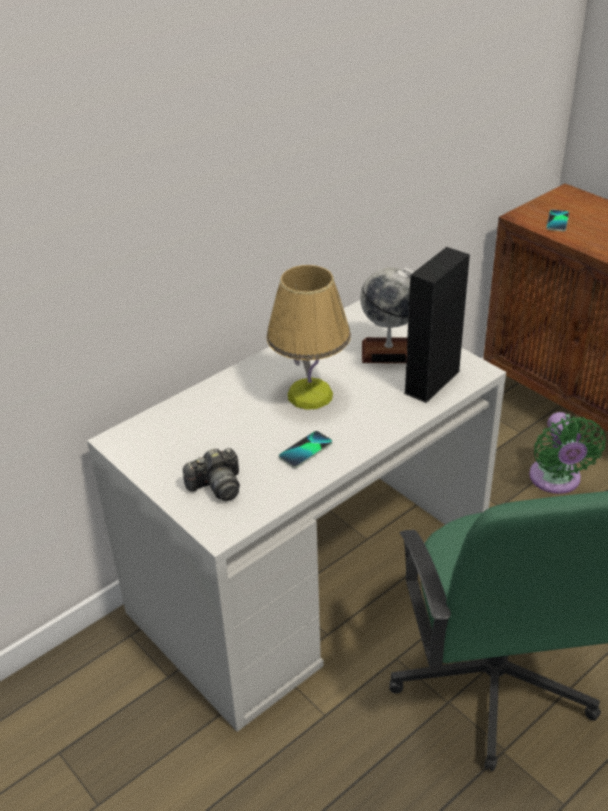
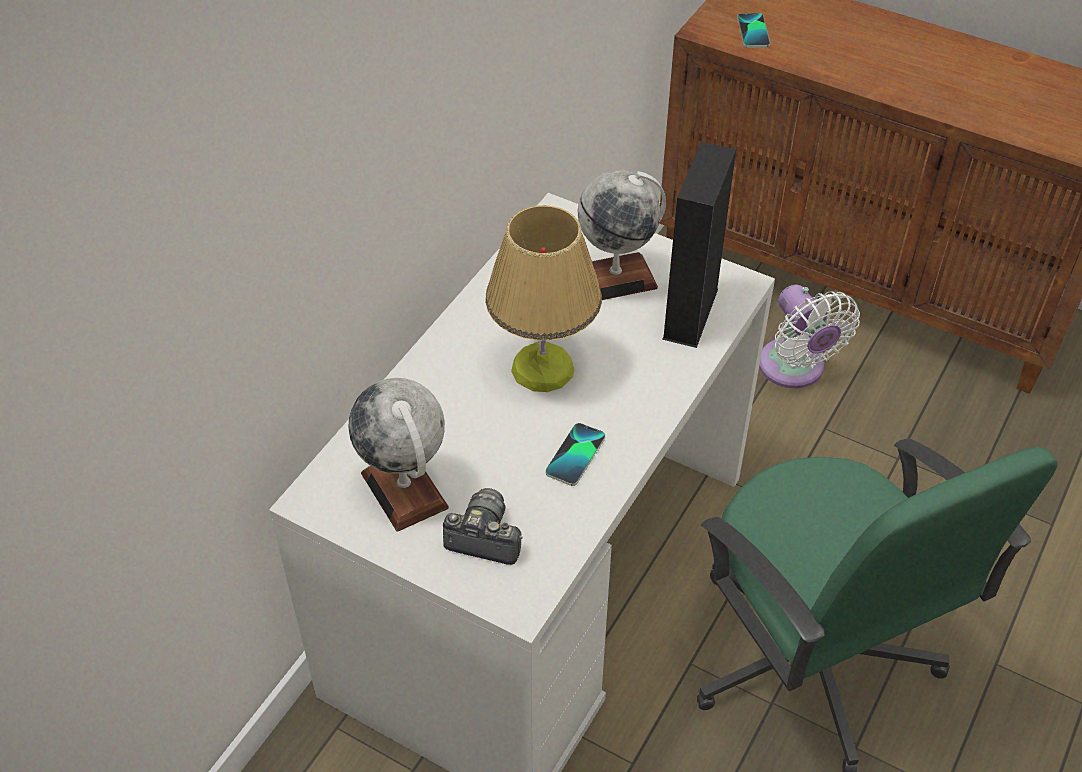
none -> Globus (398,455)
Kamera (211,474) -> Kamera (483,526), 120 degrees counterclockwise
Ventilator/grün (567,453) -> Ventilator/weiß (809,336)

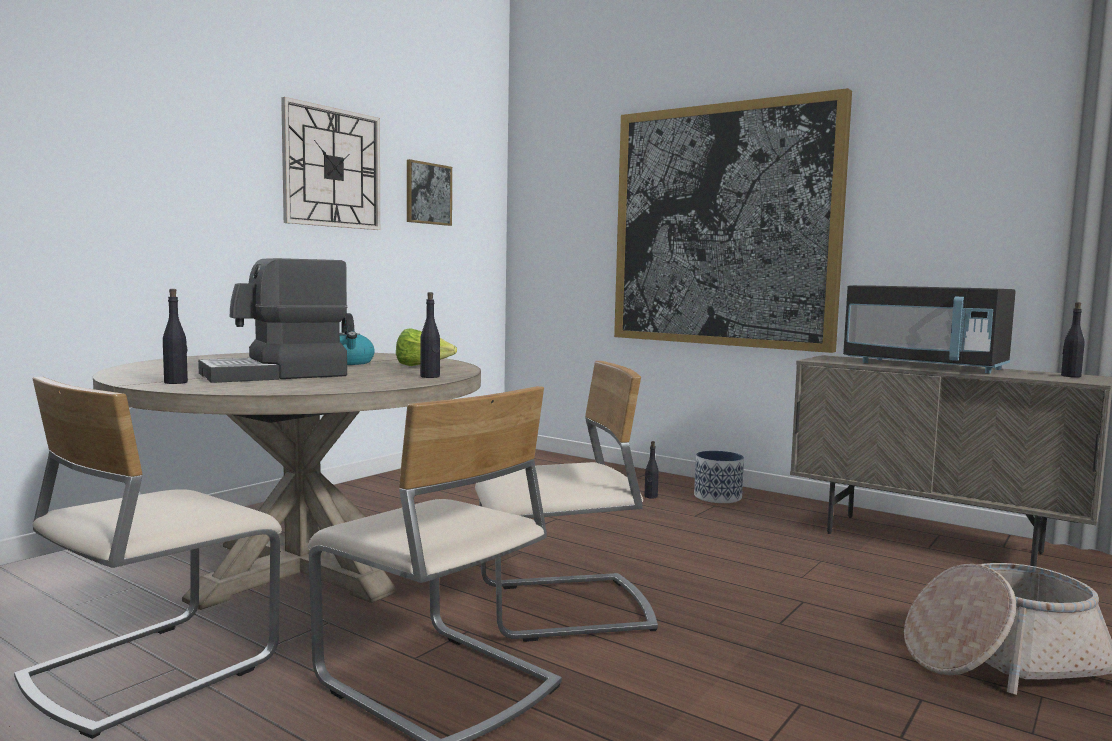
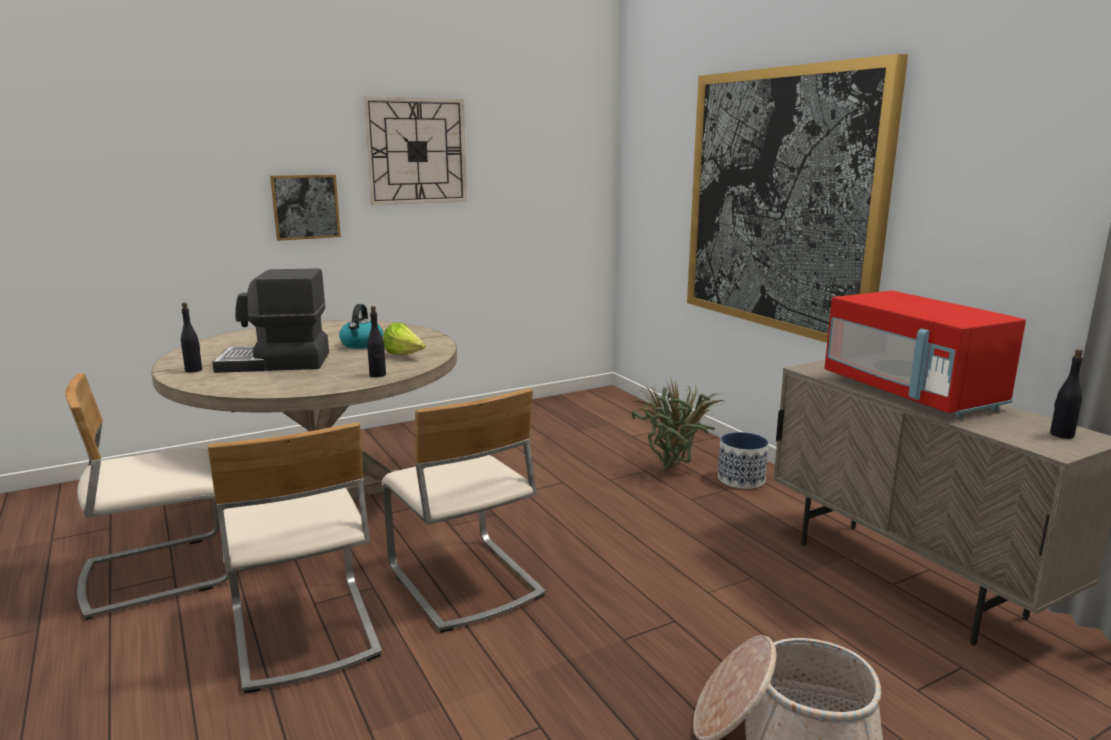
Bild (429,192) -> Bild (305,207), moved
Stuhl/beige (566,501) -> Stuhl/beige (464,510), 45 degrees clockwise
Flasche/schwarz (651,470) -> Topfpflanze (678,423)
Mikrowelle/schwarz (929,329) -> Mikrowelle/rot (925,354)

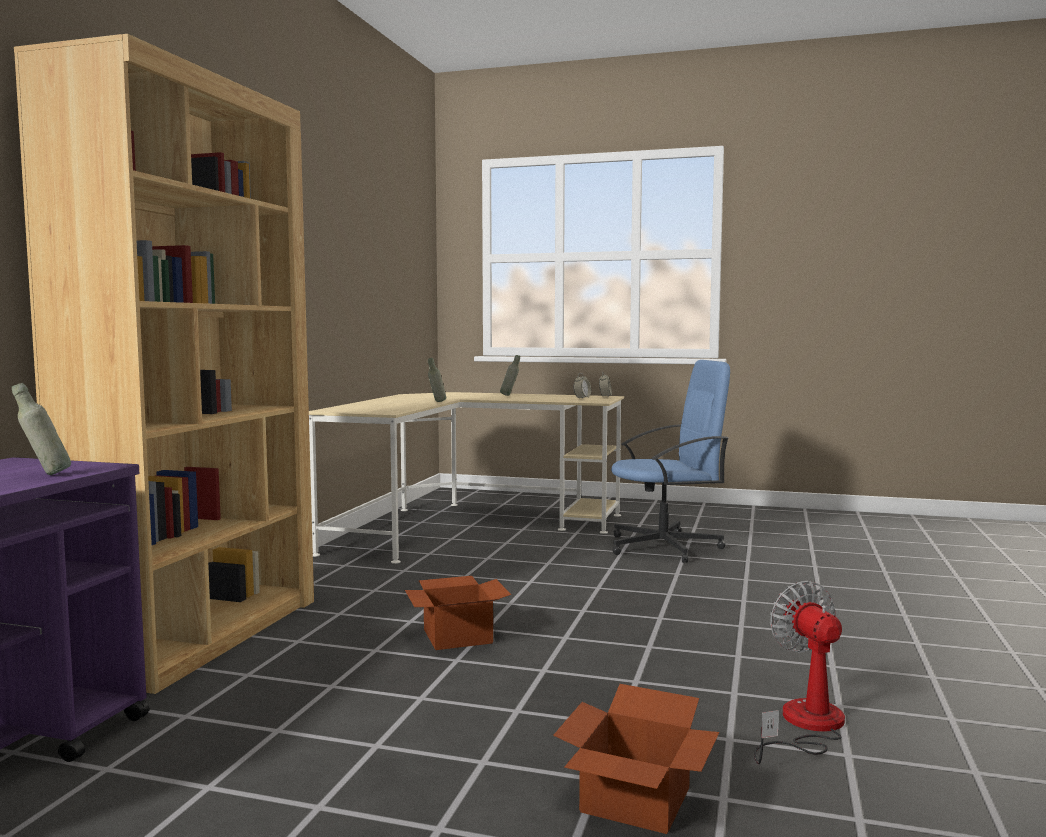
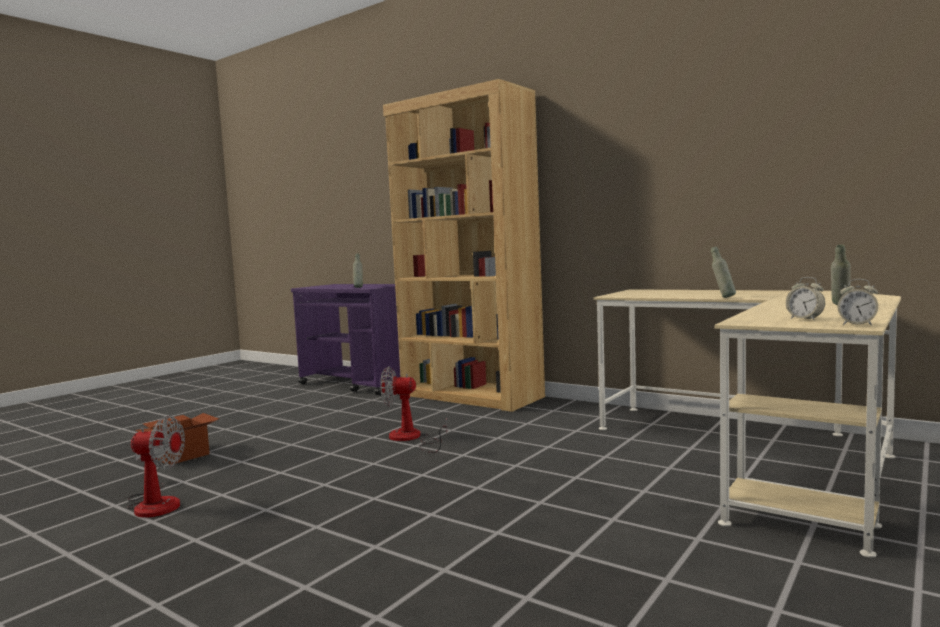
Karton (458,613) -> Ventilator (413,409)
Bürostuhl/blau (670,461) -> none

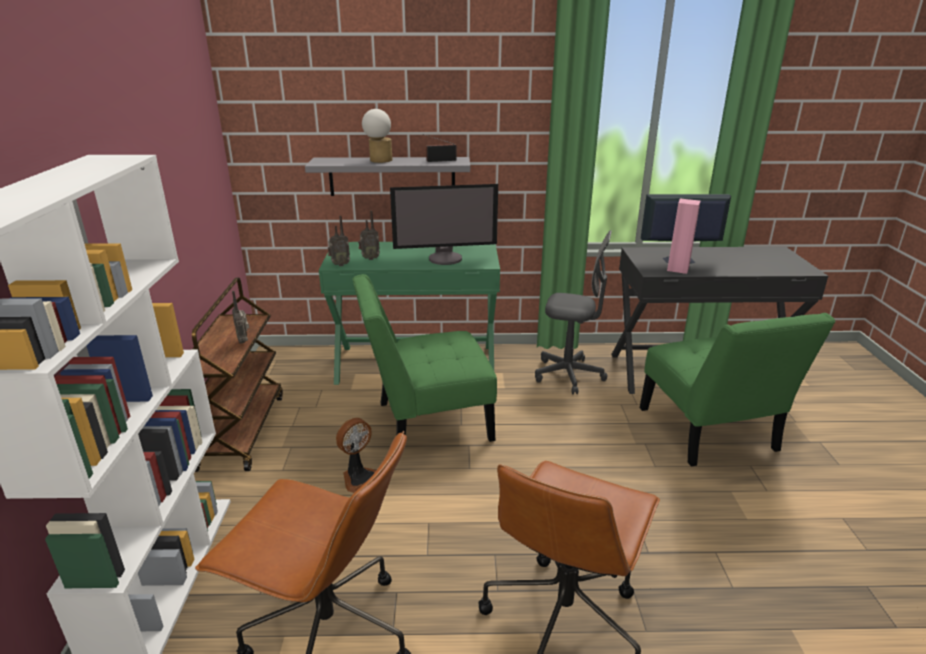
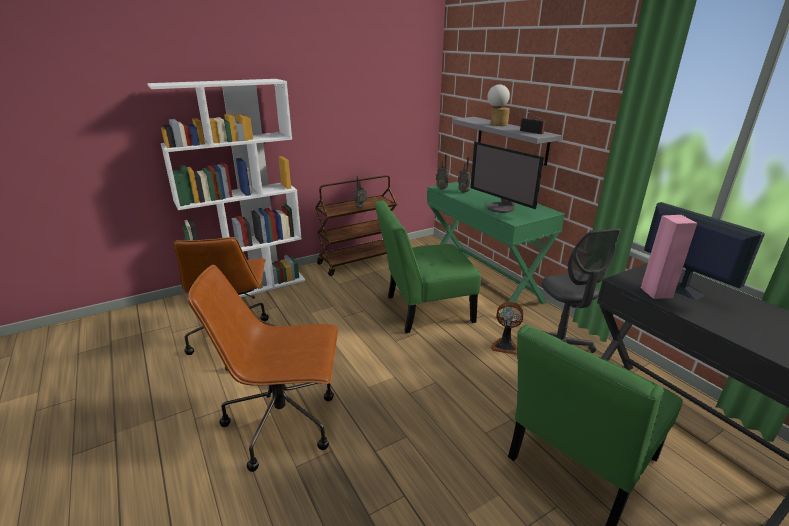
Stuhl/grün (425,358) -> Stuhl/grün (427,266), 60 degrees counterclockwise
Ventilator (356,455) -> Ventilator (507,328), moved

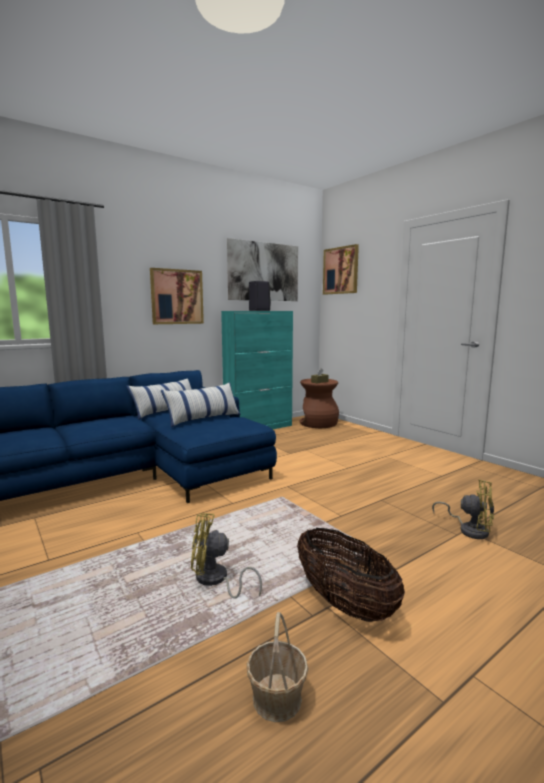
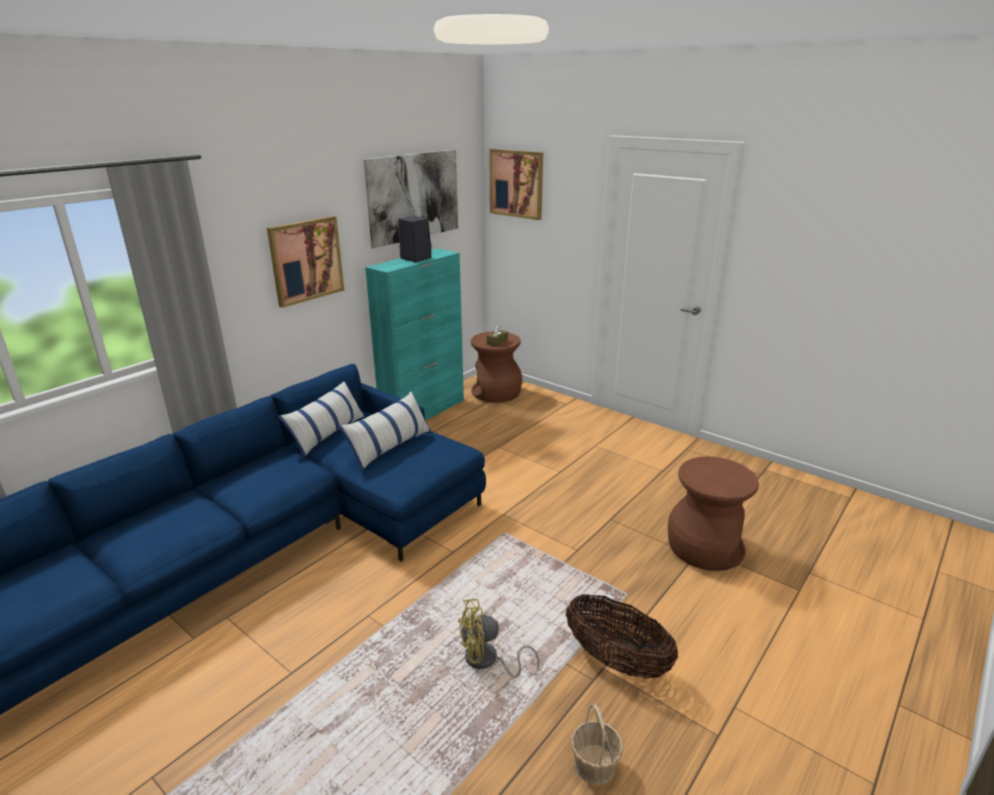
Ventilator/gelb (463,509) -> Hocker/braun (713,514)

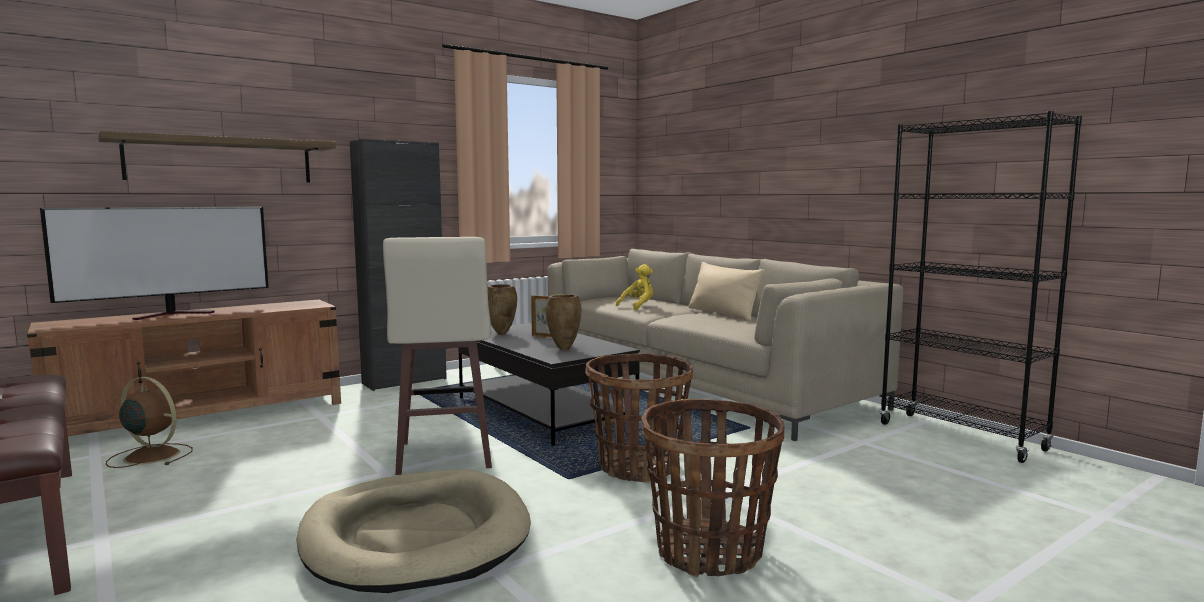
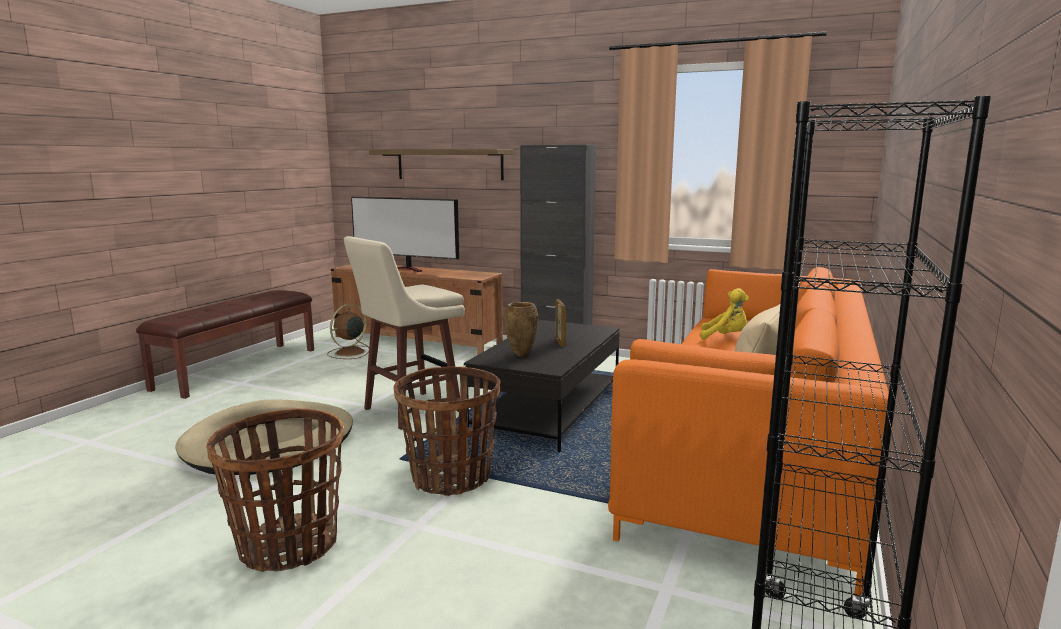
Ventilator/braun (149,422) -> Ventilator/braun (348,331), 135 degrees counterclockwise
Sofa/beige (725,345) -> Sofa/orange (748,432)
Vase/braun (502,309) -> none

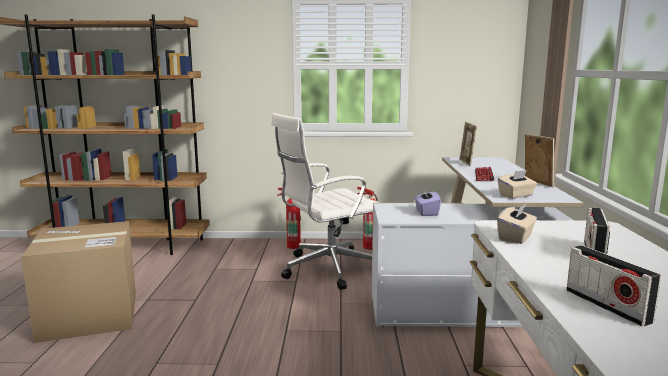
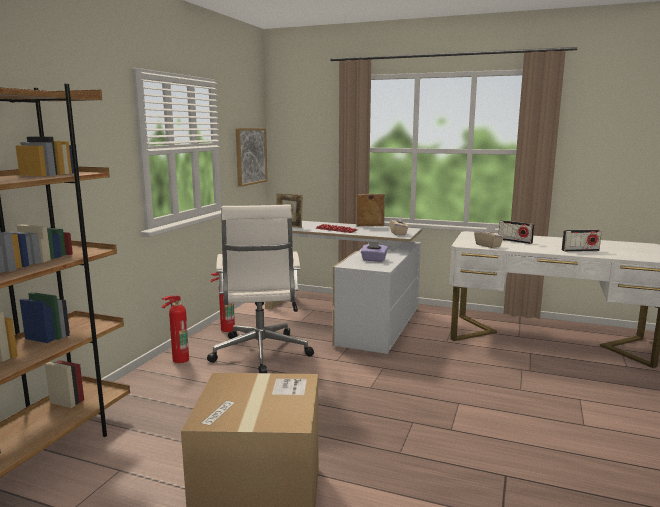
none -> Bild (251,157)

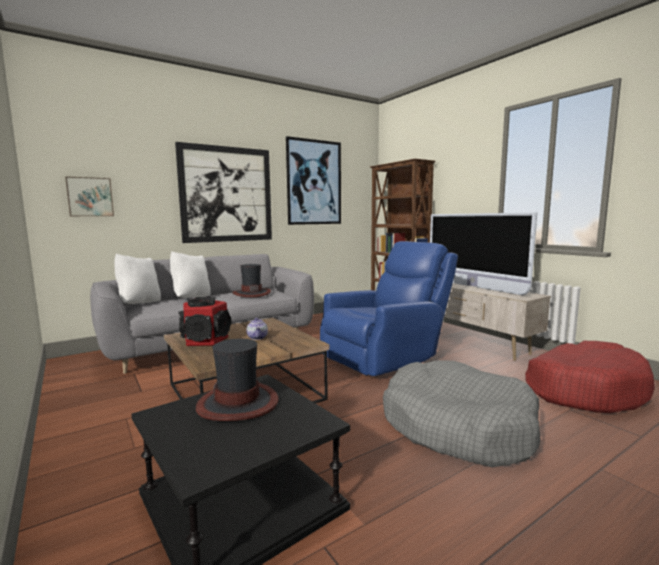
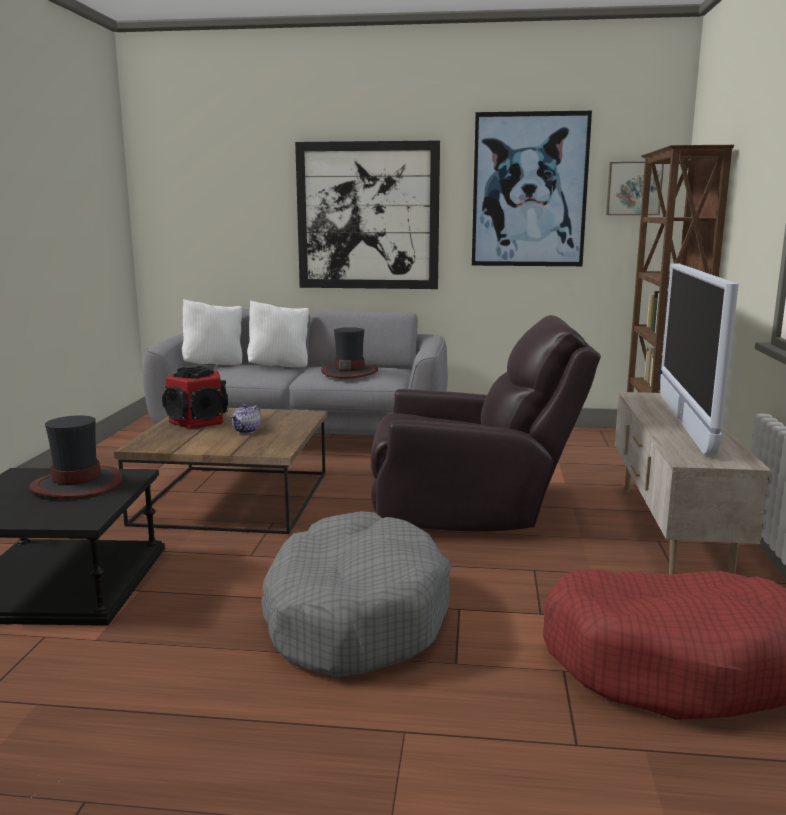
Sessel/blau (389,308) -> Sessel/braun (486,423)
Bild (89,196) -> Bild (635,188), moved

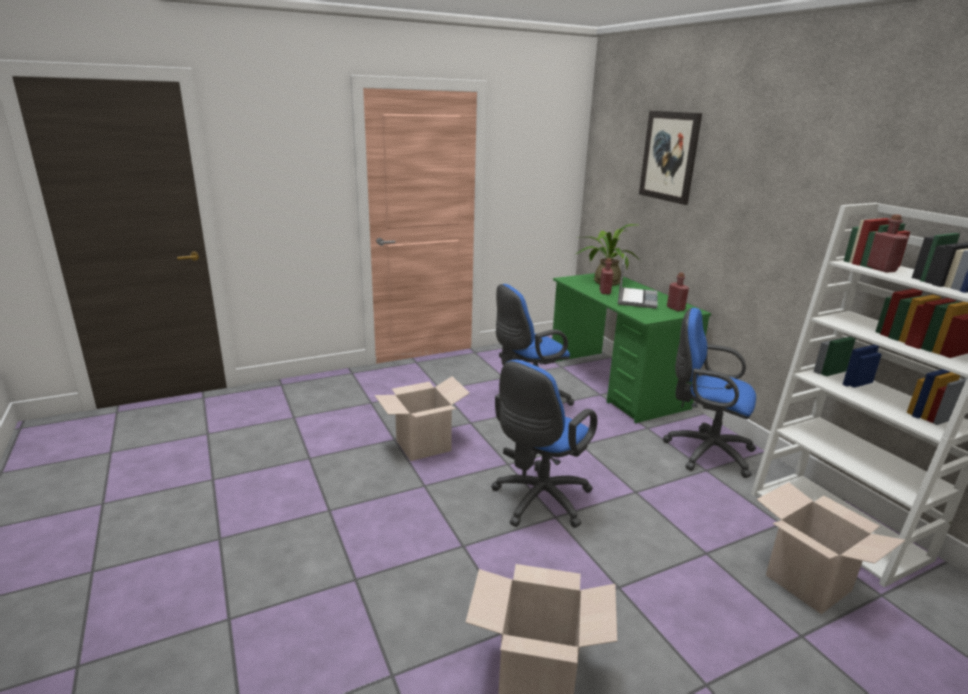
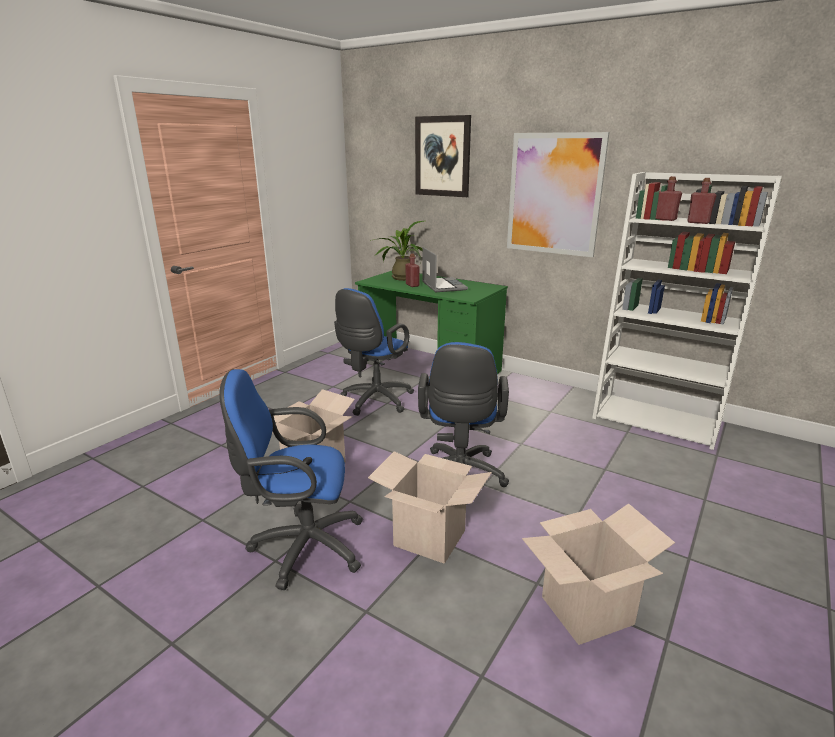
Bürostuhl/blau (709,392) -> Bürostuhl/blau (291,479), moved
Karton (831,548) -> Karton (430,507), moved
none -> Bild (558,194)
Flasche/rot (678,291) -> Flasche/rot (702,201), moved

